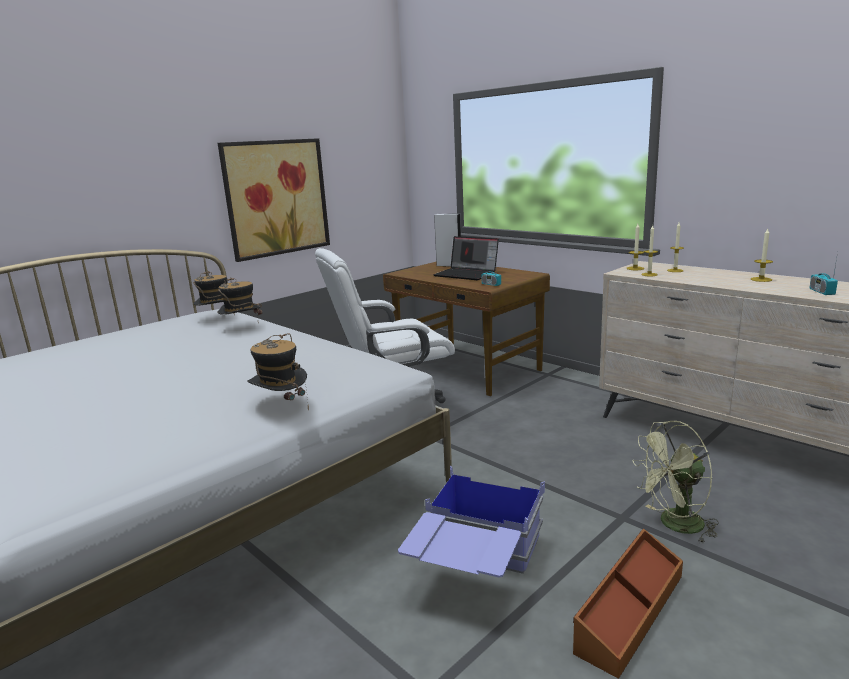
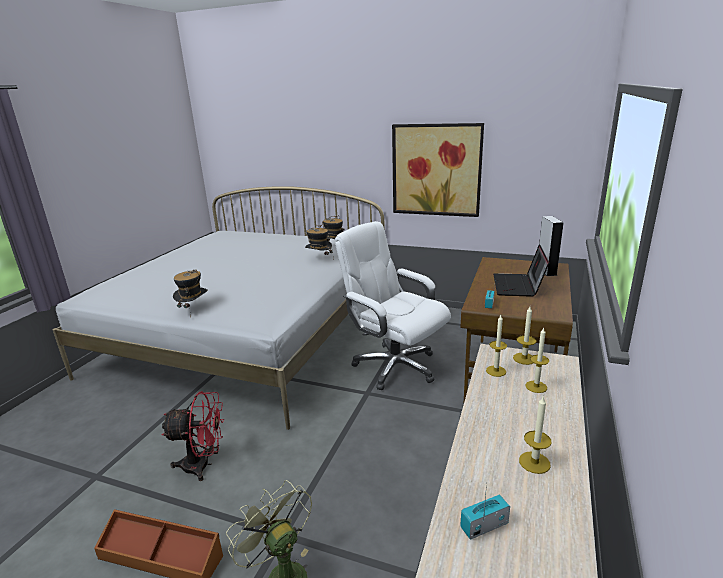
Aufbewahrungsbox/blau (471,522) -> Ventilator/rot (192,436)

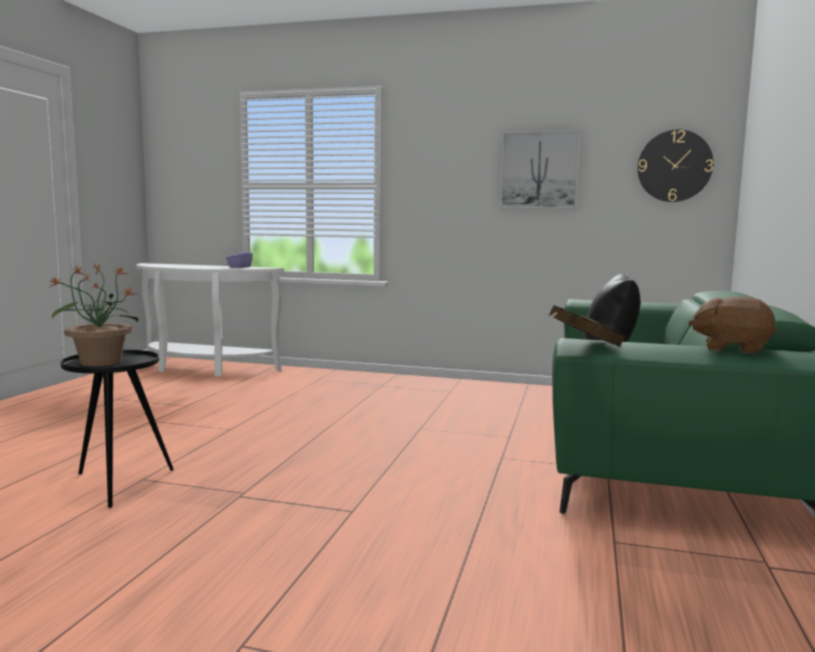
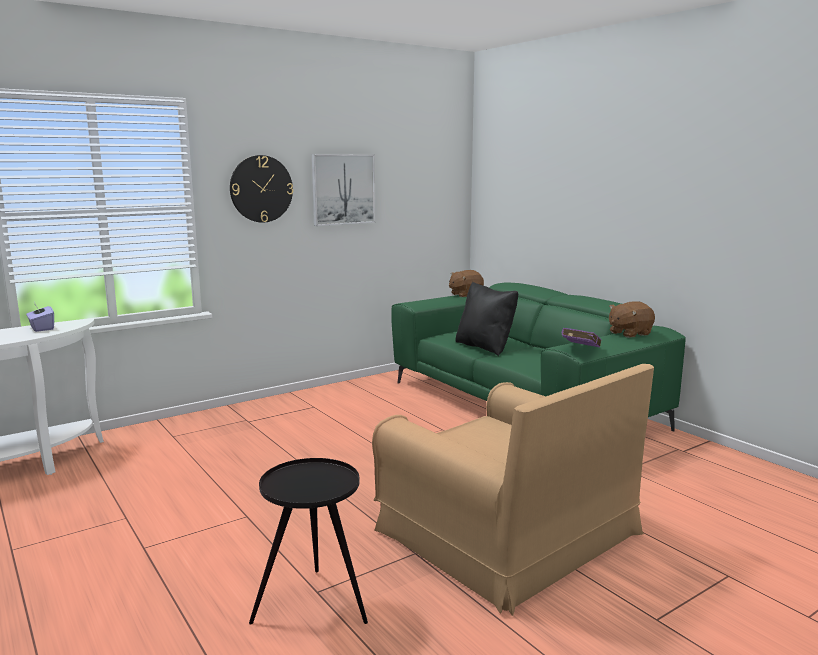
Wanduhr (675,166) -> Wanduhr (261,189), moved
none -> Sessel/braun (513,490)
none -> Plüschtier/braun (466,283)
Buch/rot (586,326) -> Buch/lila (582,337)
Topfpflanze (93,315) -> none

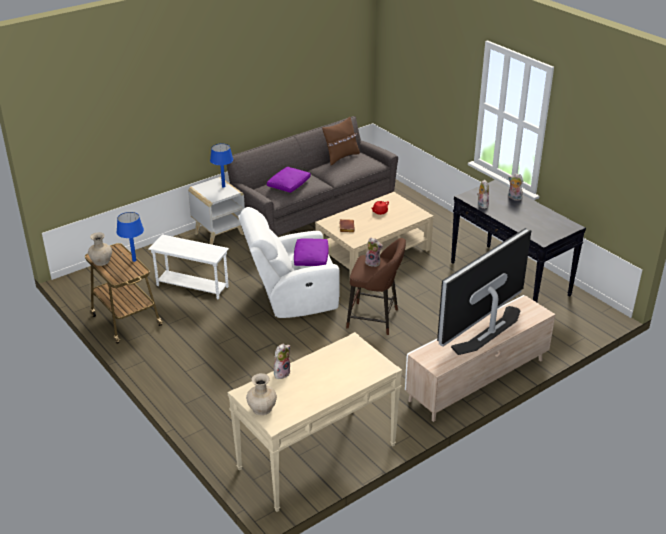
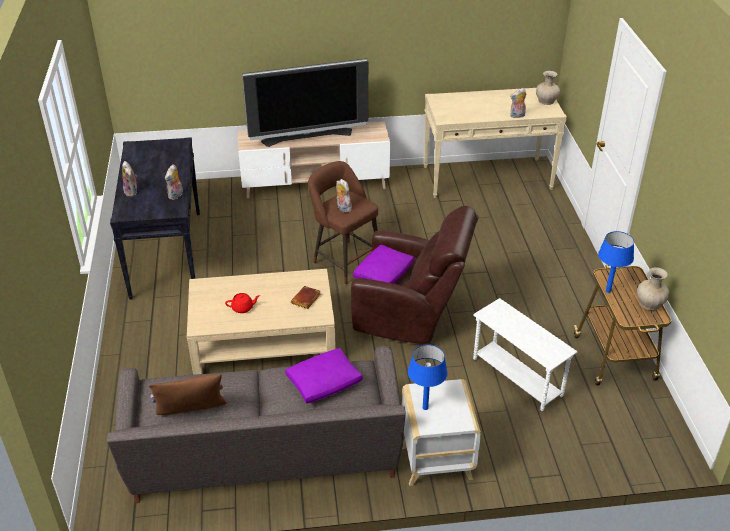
Sessel/weiß (289,262) -> Sessel/braun (415,275)

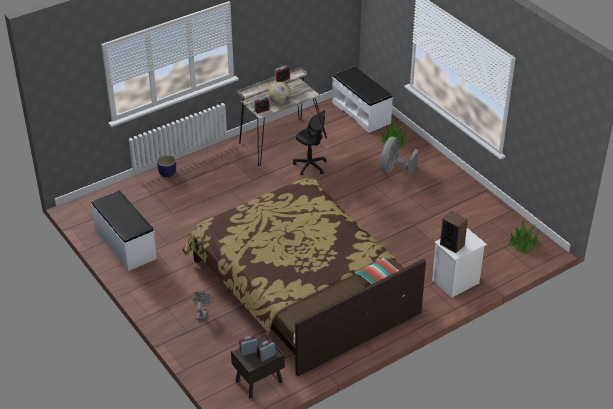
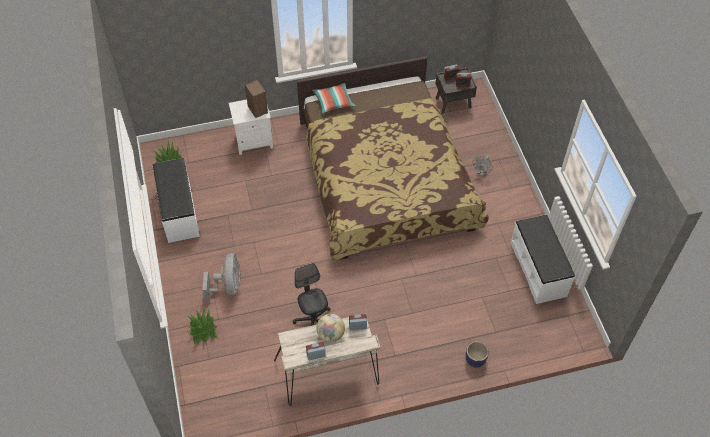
Bank/weiß (362,99) -> Bank/weiß (176,200), moved
Ventilator/grau (399,156) -> Ventilator/grau (221,277), 45 degrees counterclockwise

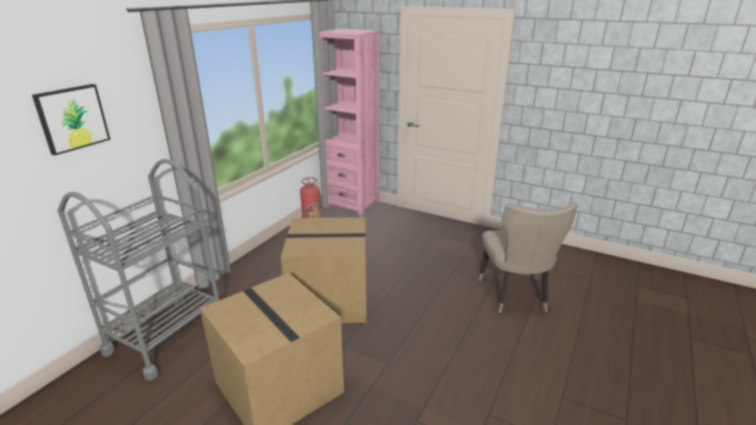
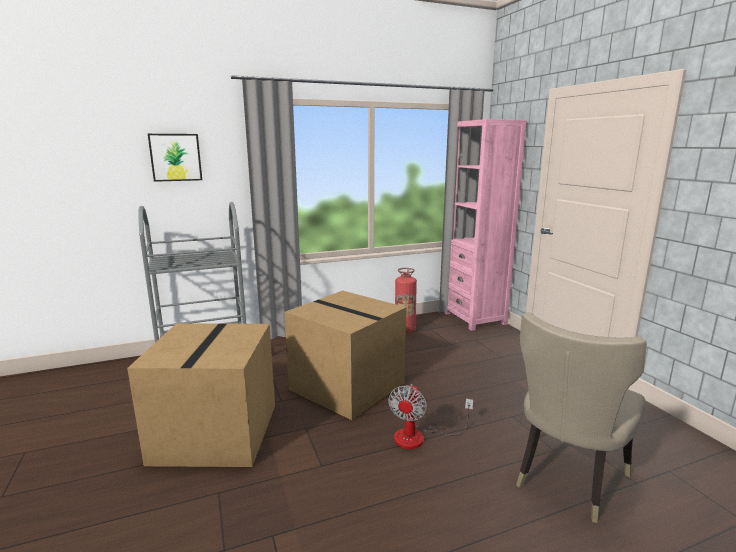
none -> Ventilator (430,416)

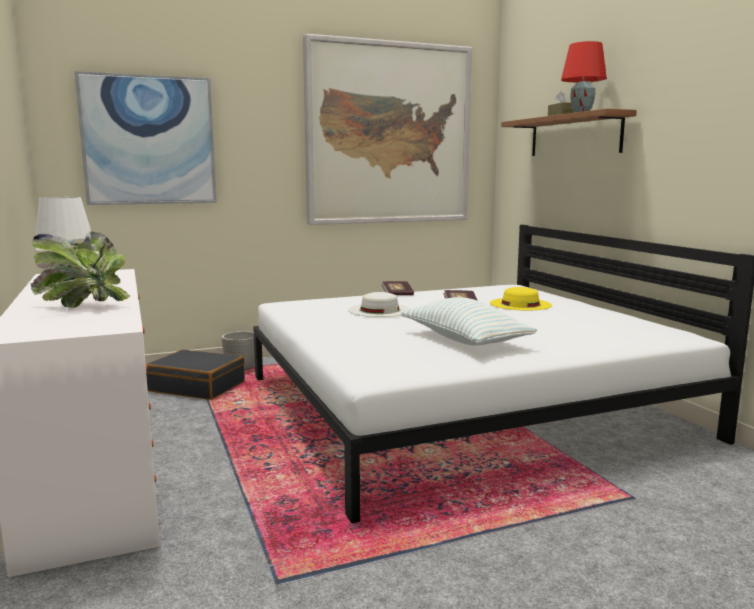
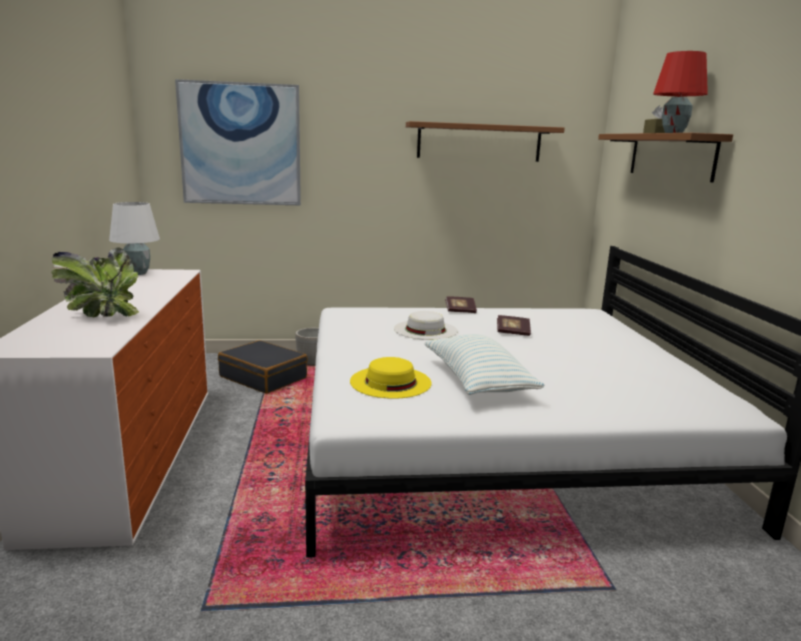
Hut/gelb (521,299) -> Hut/gelb (390,378), moved
Bild (387,129) -> Wandregal/braun (485,141)

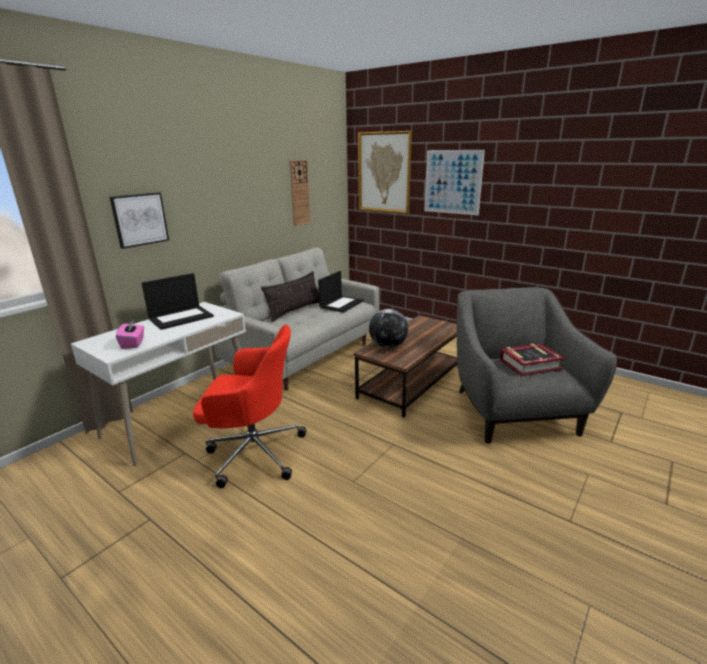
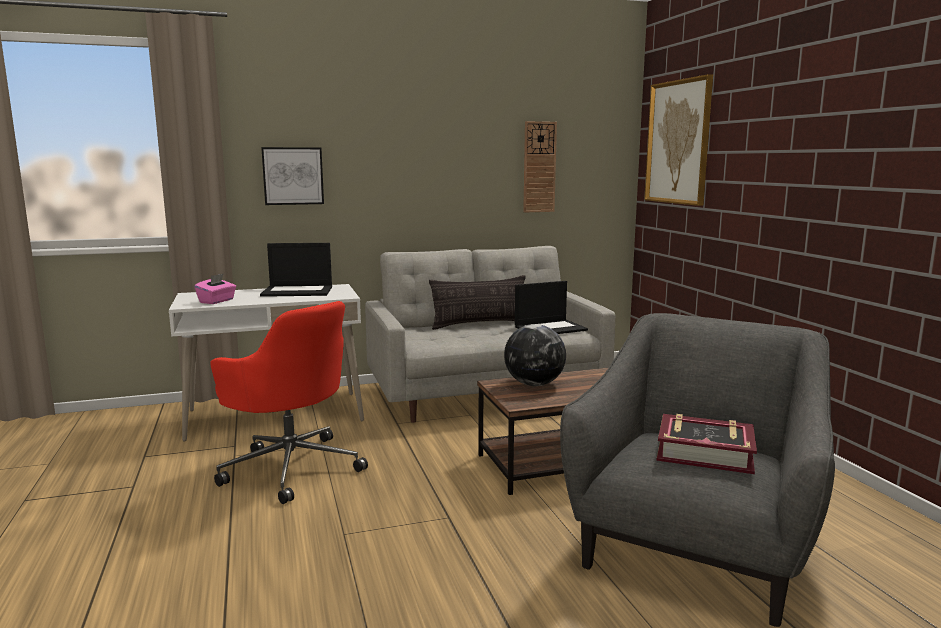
Bild (454,182) -> none

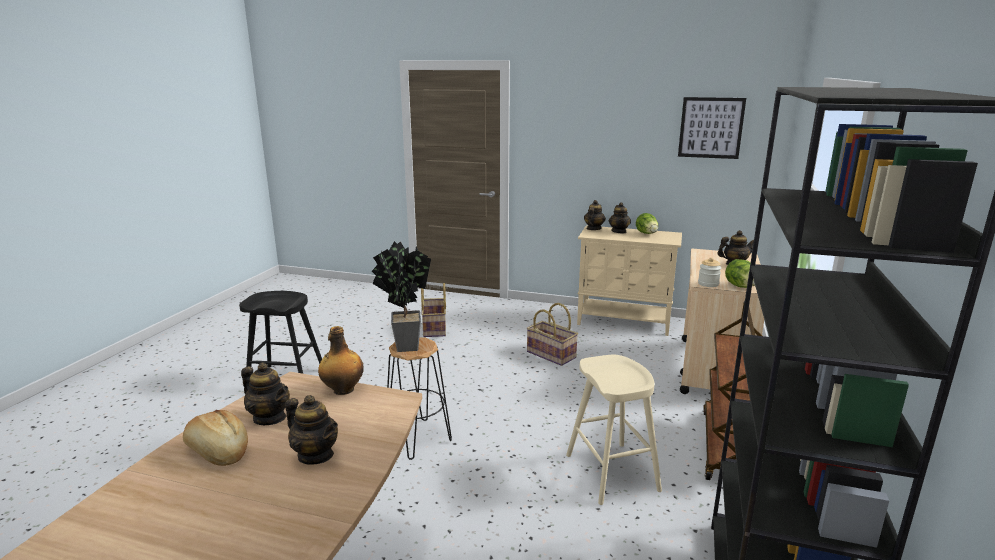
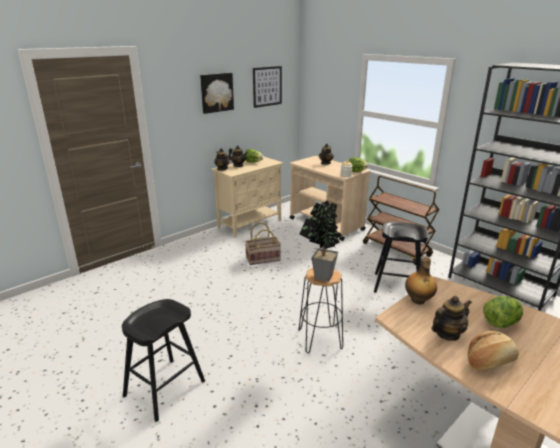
none -> Bild (217,93)
Hocker/beige (614,430) -> Hocker/schwarz (401,257)
Teekanne (311,430) -> Salatkopf (503,312)
Korb (433,310) -> none

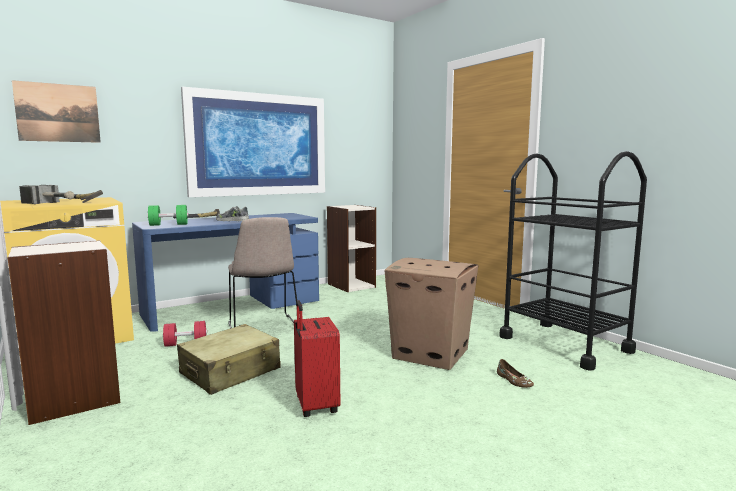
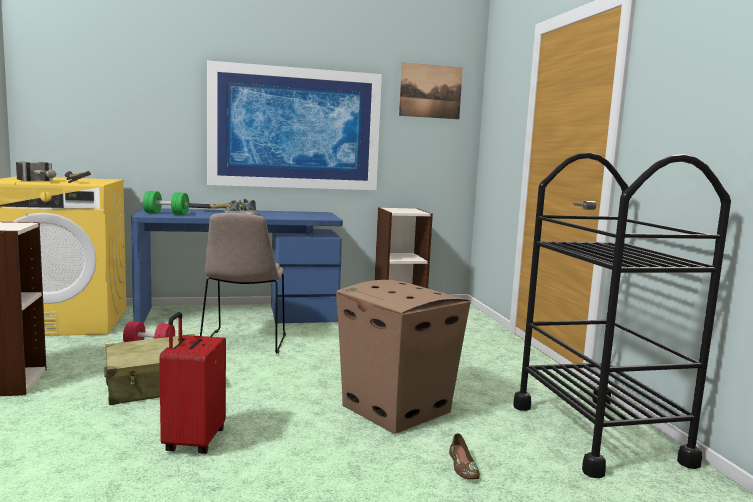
Bild (56,111) -> Bild (431,90), moved

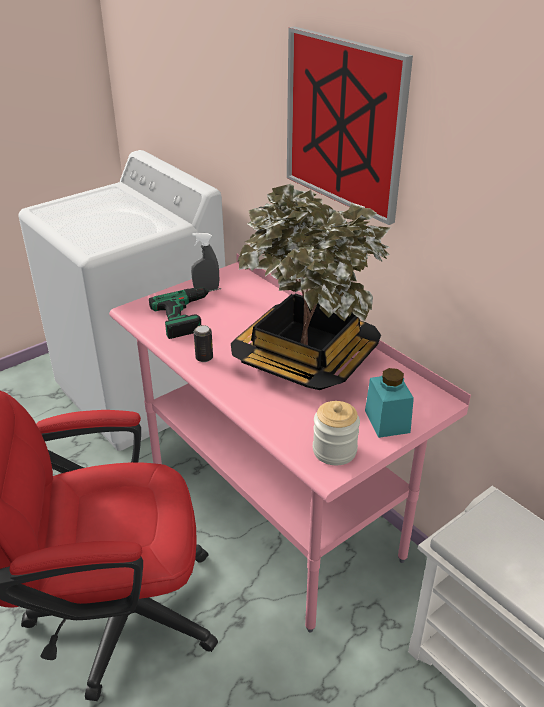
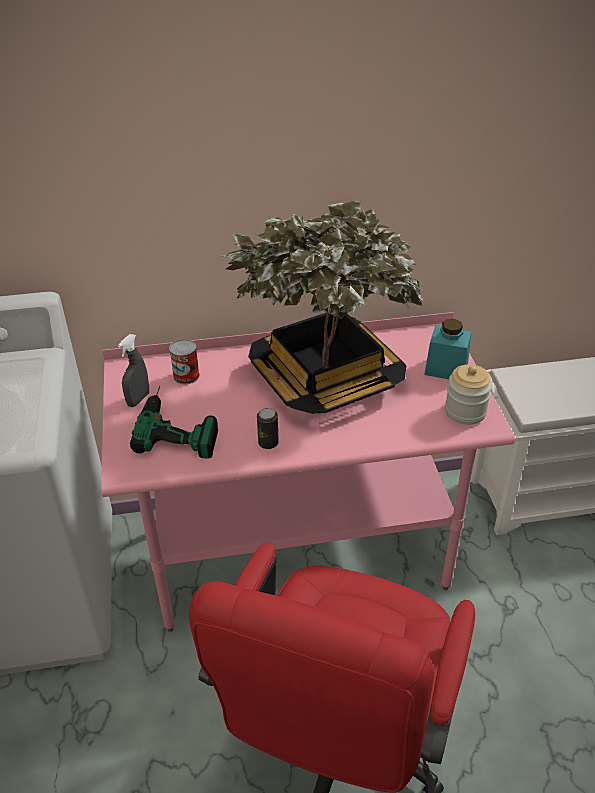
none -> Dose (184,361)
Bild (350,126) -> none

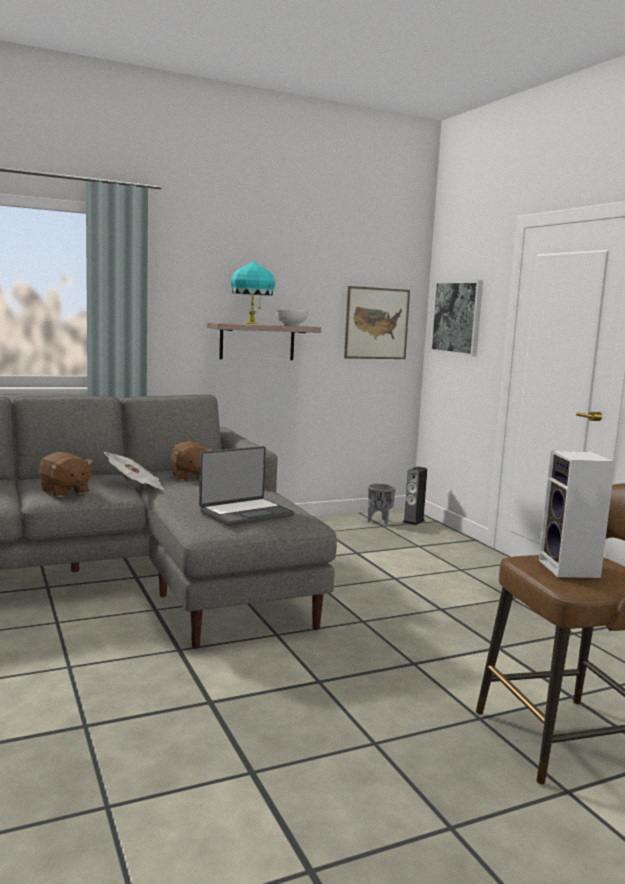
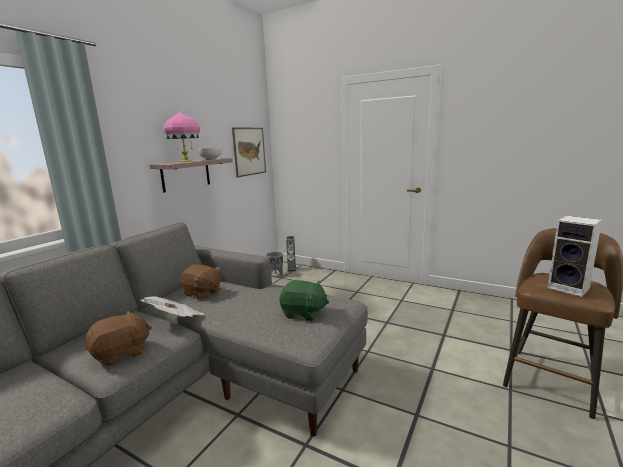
Plüschtier/braun (66,474) -> Plüschtier/braun (118,338), 45 degrees counterclockwise
Tischlampe/türkis (253,292) -> Tischlampe/rosa (182,137)
Laptop (246,486) -> Plüschtier/grün (304,300)
Bild (456,318) -> none

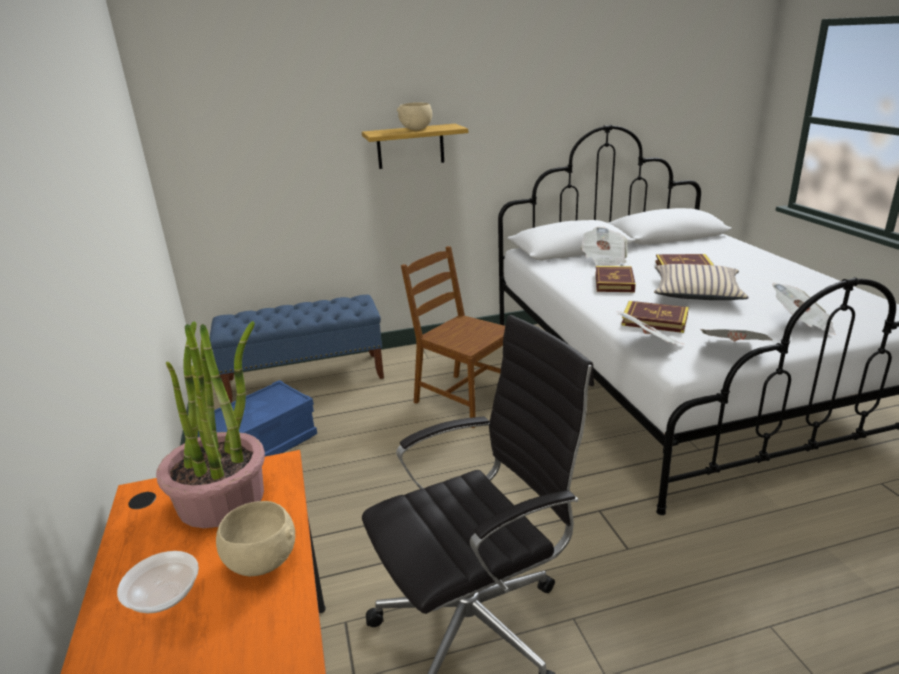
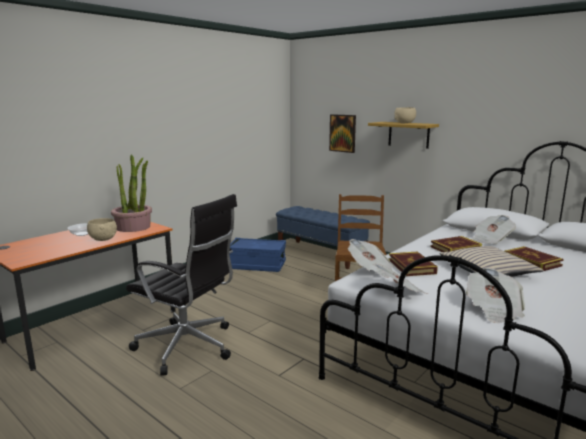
none -> Bild (342,133)

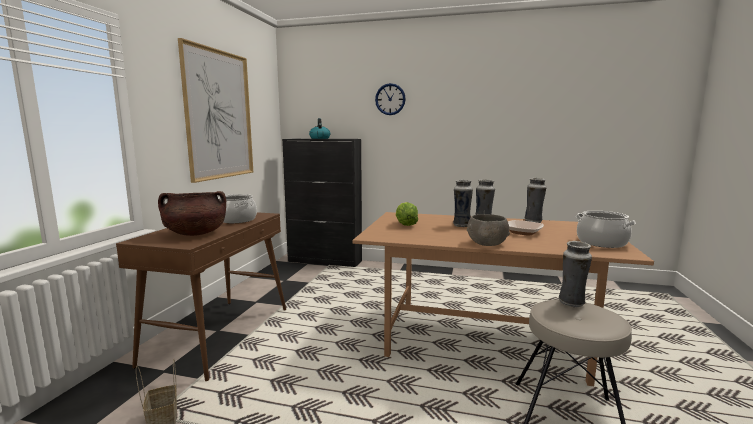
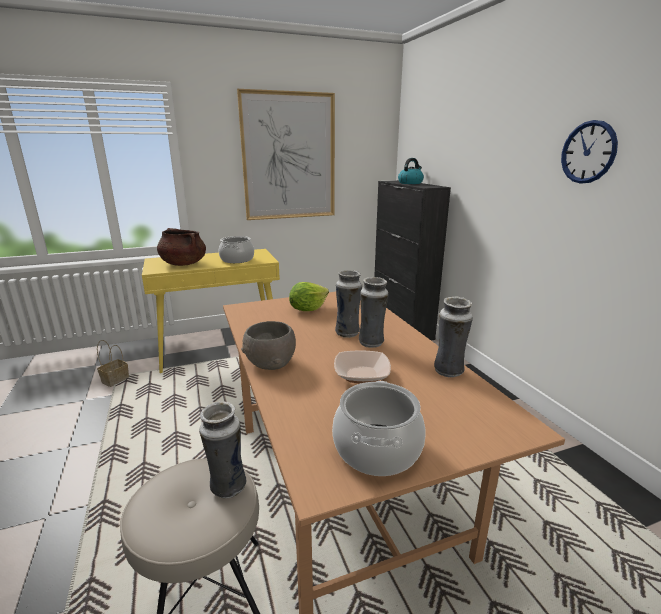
Konsolentisch/braun (201,296) -> Konsolentisch/gelb (211,311)
Wanduhr (390,99) -> Wanduhr (589,152), moved

